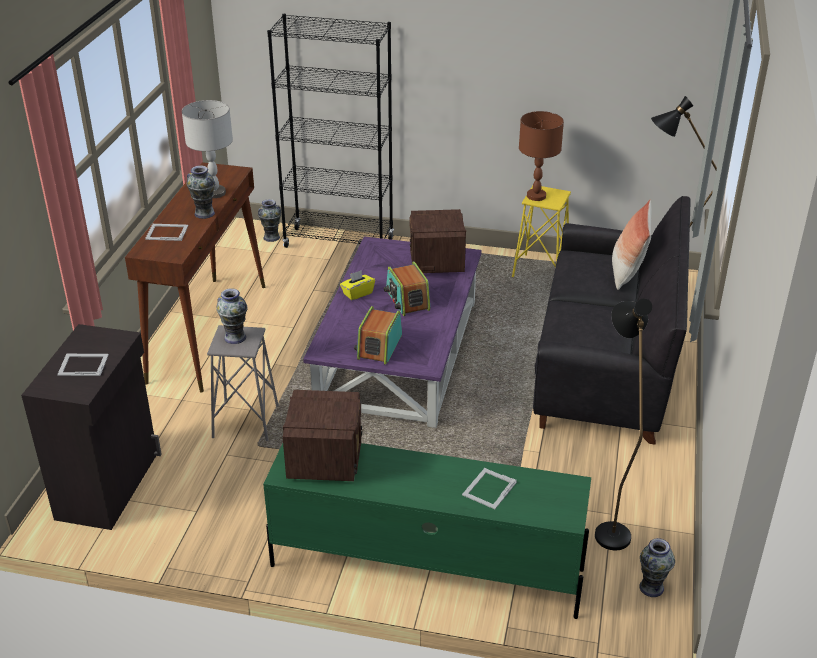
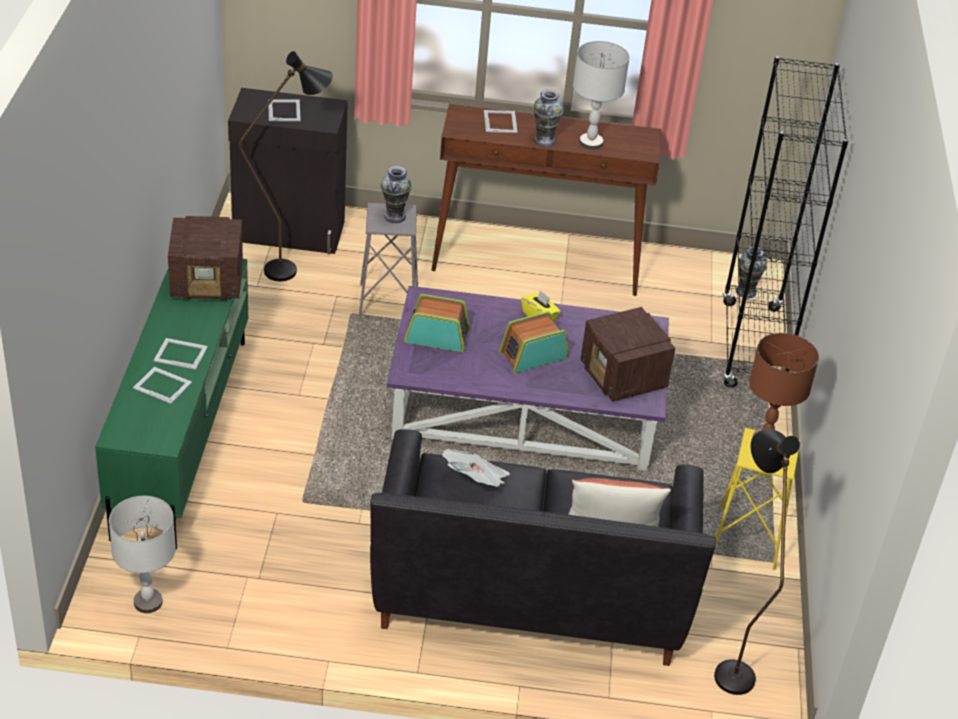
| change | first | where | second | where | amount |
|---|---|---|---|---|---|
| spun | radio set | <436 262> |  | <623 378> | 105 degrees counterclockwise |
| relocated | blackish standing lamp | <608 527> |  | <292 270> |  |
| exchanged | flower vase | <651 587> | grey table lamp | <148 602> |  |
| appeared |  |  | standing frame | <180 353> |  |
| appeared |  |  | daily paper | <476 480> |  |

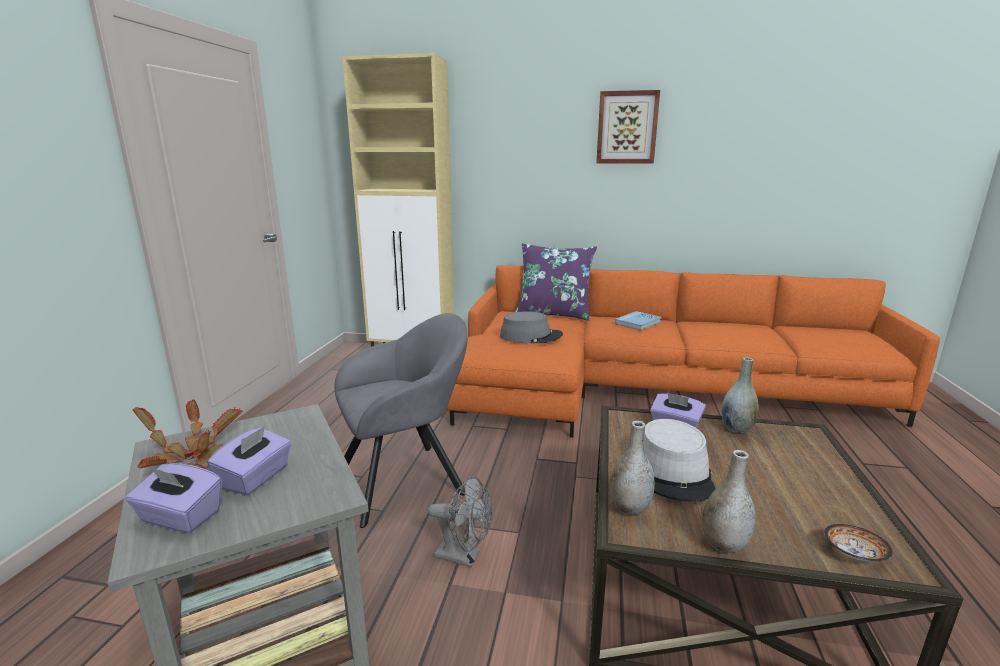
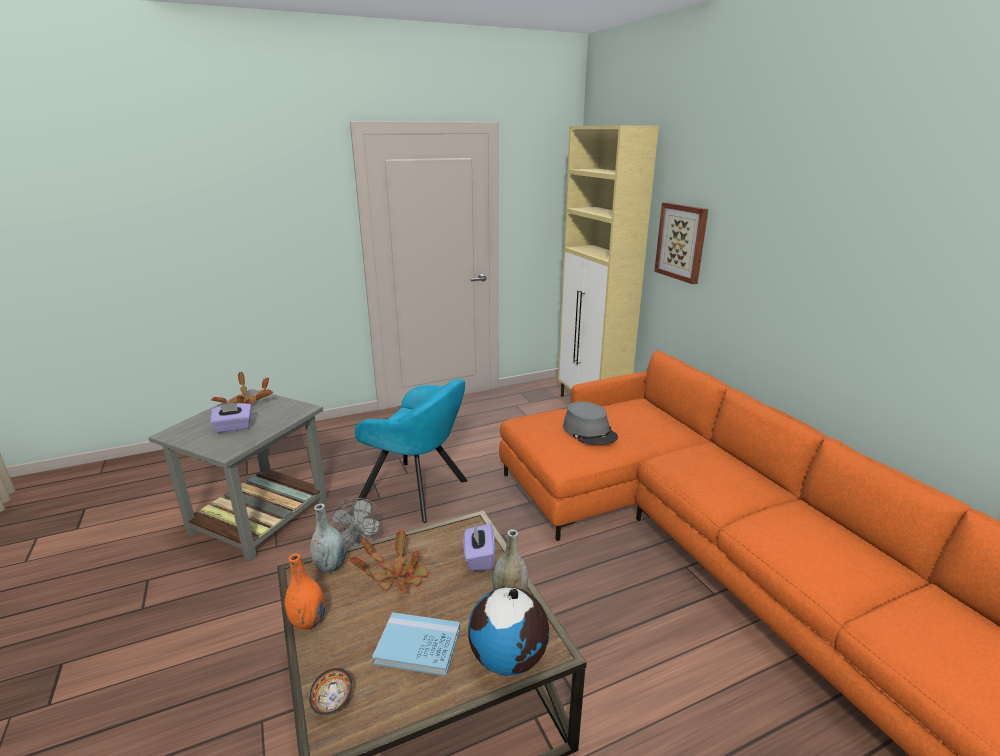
| change | first | where | second | where | amount |
|---|---|---|---|---|---|
| missing | purple box of tissues | <180 517> |  |  |  |
| colour | grey armchair | <407 480> | turquoise armchair | <419 491> |  |
| missing | purple pillow | <553 314> |  |  |  |
| relocated | wall picture | <627 128> |  | <681 242> |  |
| relocated | blue-coloured book | <638 322> |  | <418 646> |  |
| exchanged | grey clothing hat | <673 473> | potted plant | <396 576> |  |
| colour | grey flower vase | <724 544> | orange-coloured flower vase | <308 621> |  |
| appeared |  |  | globe | <509 659> |  |

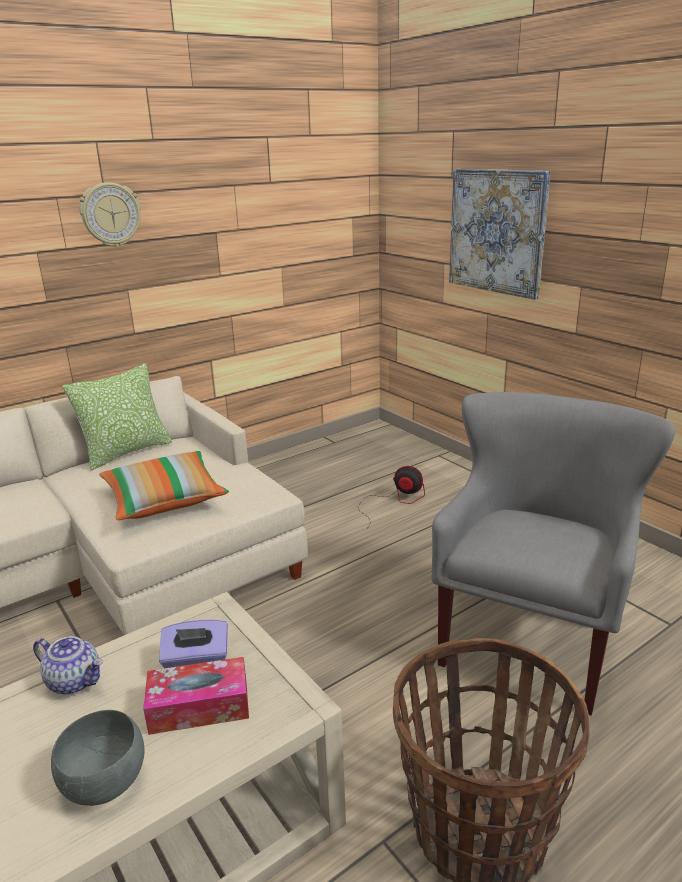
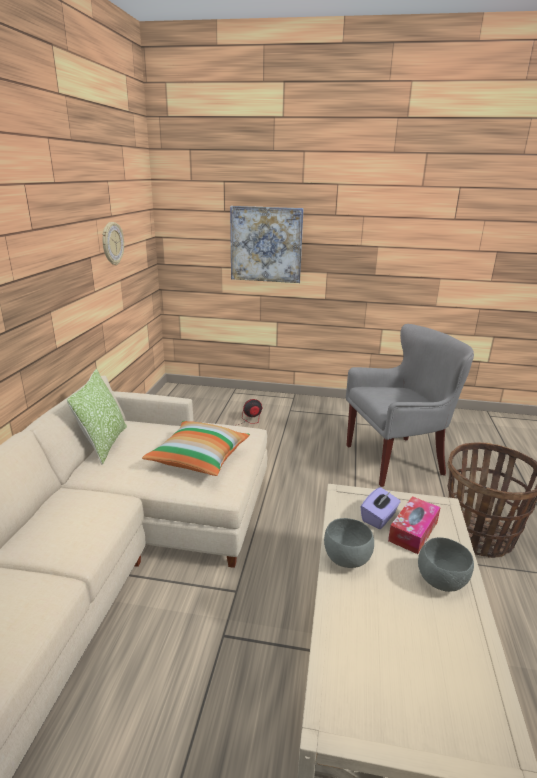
| change | first | where | second | where | amount |
|---|---|---|---|---|---|
| exchanged | teapot | <75 681> | grey serving bowl | <345 559> |  |
| relocated | wall clock | <110 215> |  | <112 243> |  |
| spun | grey armchair | <531 642> |  | <397 460> | 90 degrees clockwise |

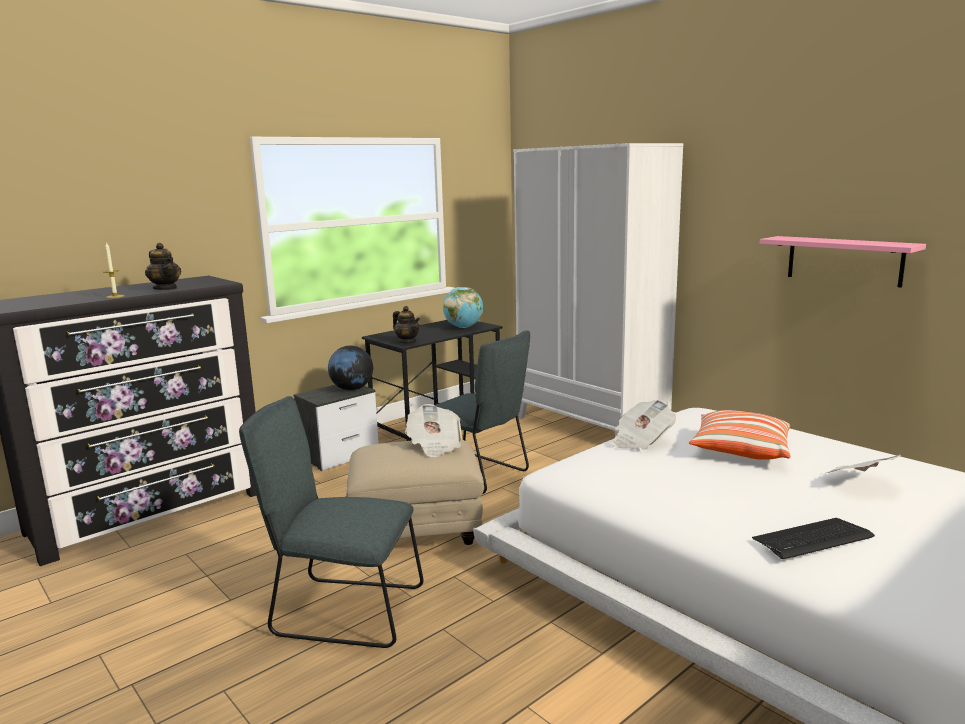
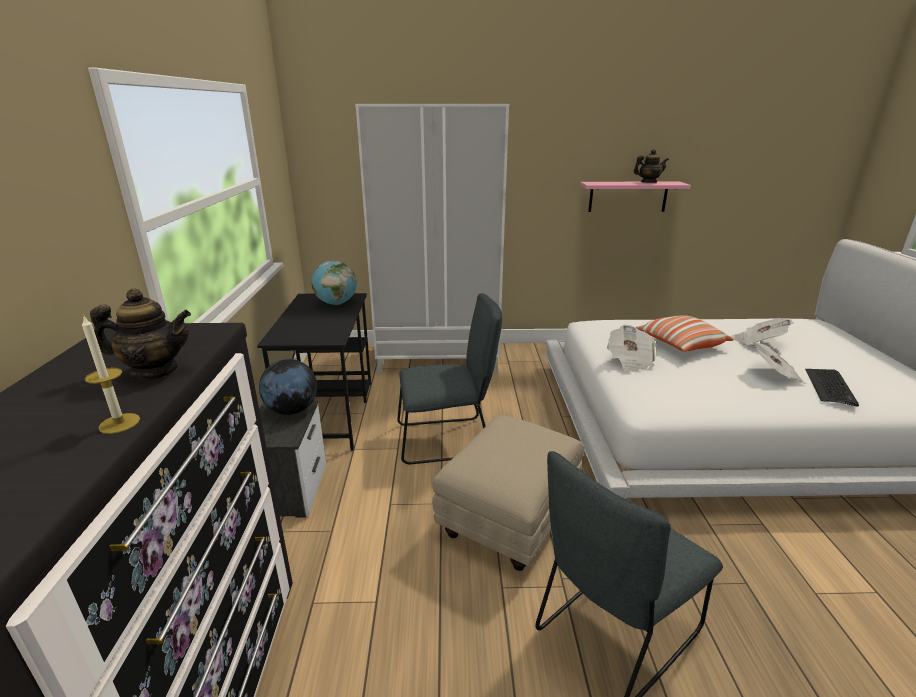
| change | first | where | second | where | amount |
|---|---|---|---|---|---|
| relocated | teapot | <407 342> |  | <648 182> |  |
| relocated | daily paper | <434 445> |  | <774 375> |  |

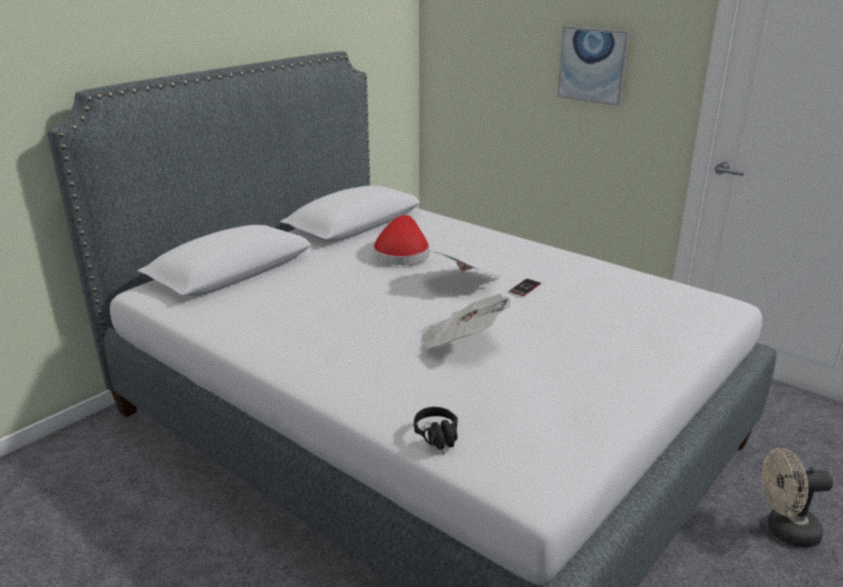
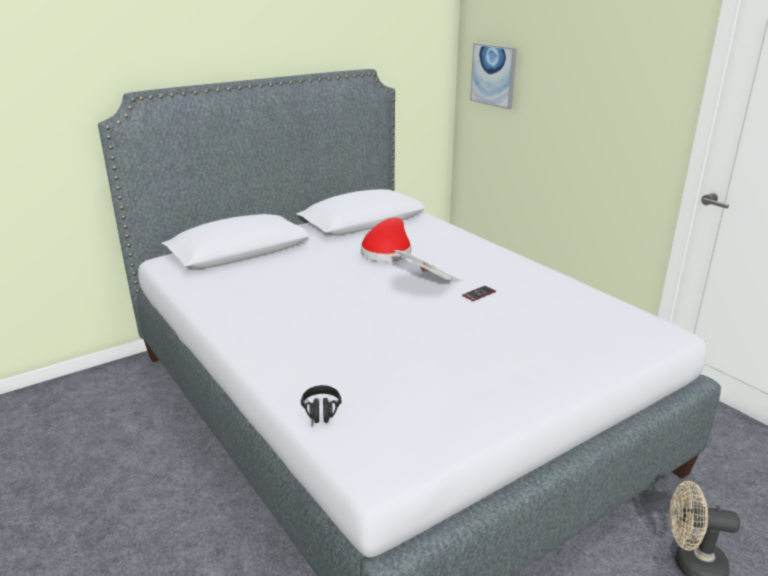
| change | first | where | second | where | amount |
|---|---|---|---|---|---|
| missing | daily paper | <461 342> |  |  |  |
| relocated | wall picture | <593 65> |  | <493 75> |  |

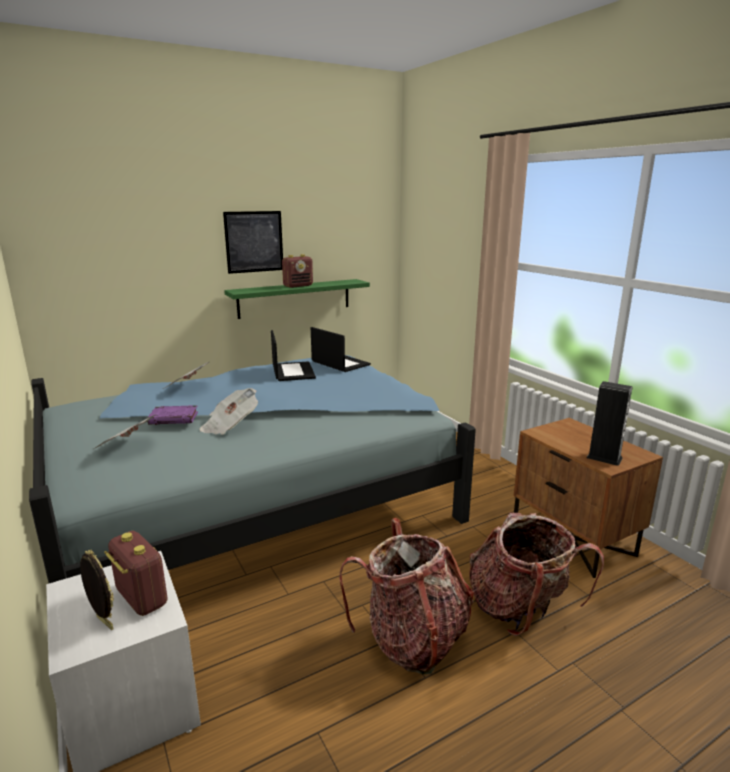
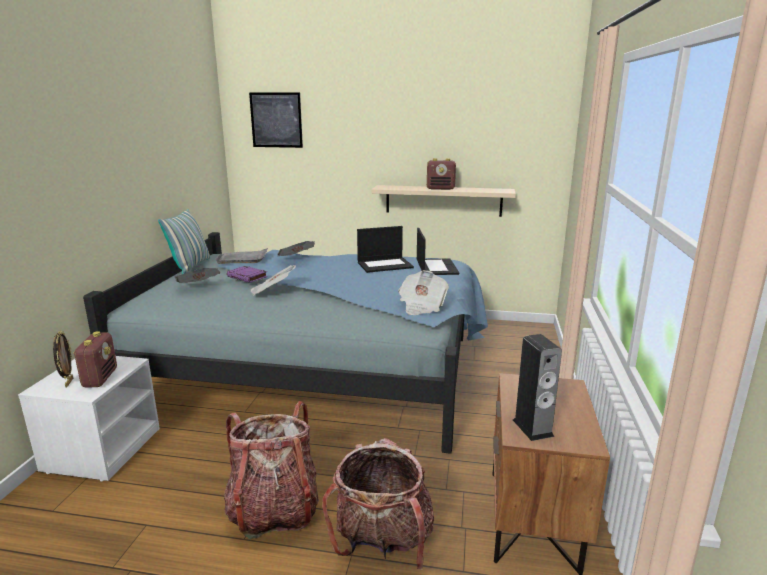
| change | first | where | second | where | amount |
|---|---|---|---|---|---|
| relocated | wall picture | <254 242> |  | <276 120> |  |
| colour | greenish bracket shelf | <295 298> | beige-coloured bracket shelf | <443 200> |  |
| spun | portable computer | <292 371> |  | <385 265> | 45 degrees clockwise |
| appeared |  |  | pillow | <190 266> |  |
| appeared |  |  | grey tray | <243 258> |  |
| appeared |  |  | daily paper | <421 306> |  |

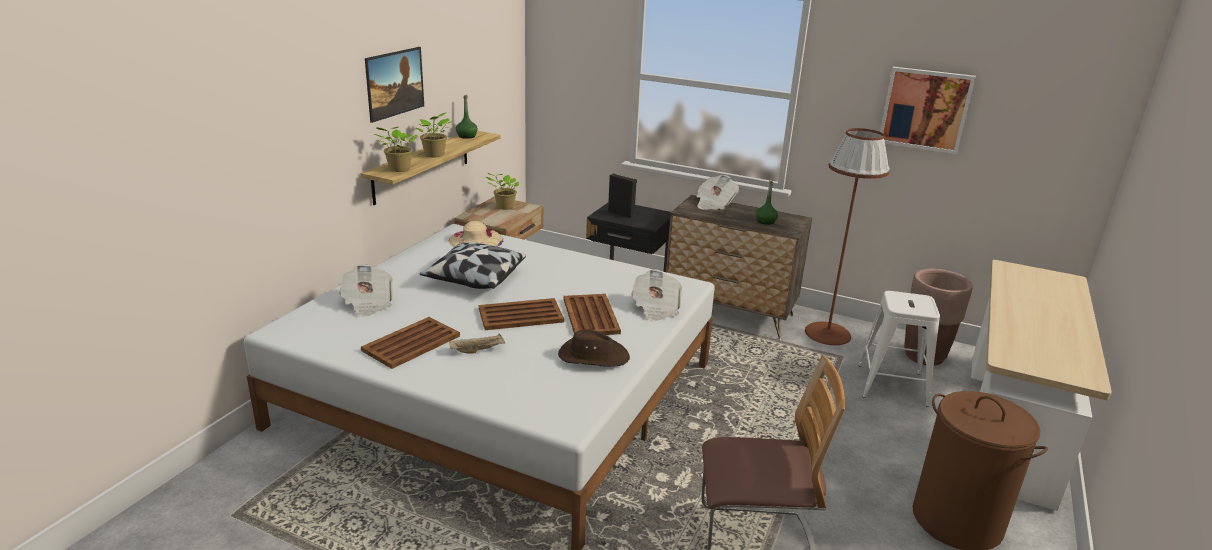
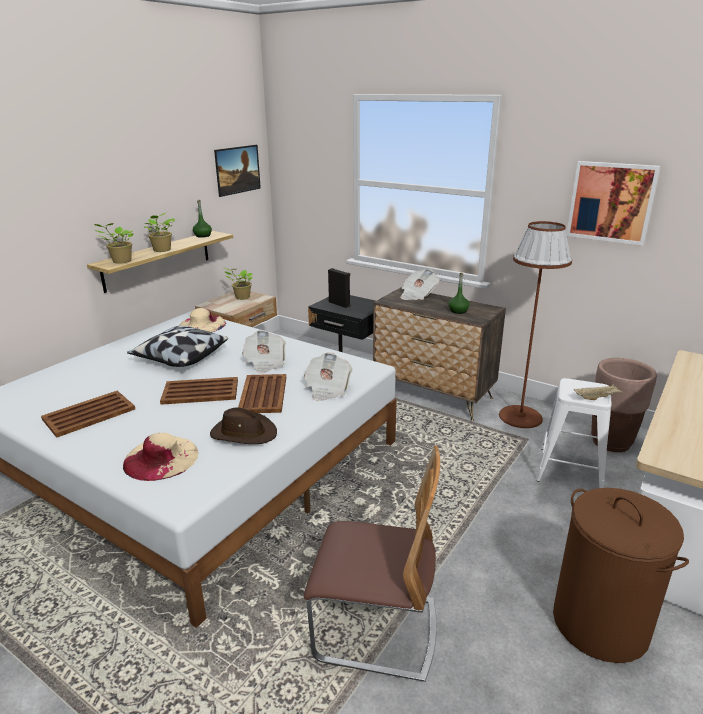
| change | first | where | second | where | amount |
|---|---|---|---|---|---|
| relocated | daily paper | <368 304> |  | <265 363> |  |
| relocated | wall picture | <396 98> |  | <239 181> |  |
| relocated | beige-coloured tray | <478 350> |  | <596 398> |  |
| appeared |  |  | beige-coloured clothing hat | <161 458> |  |

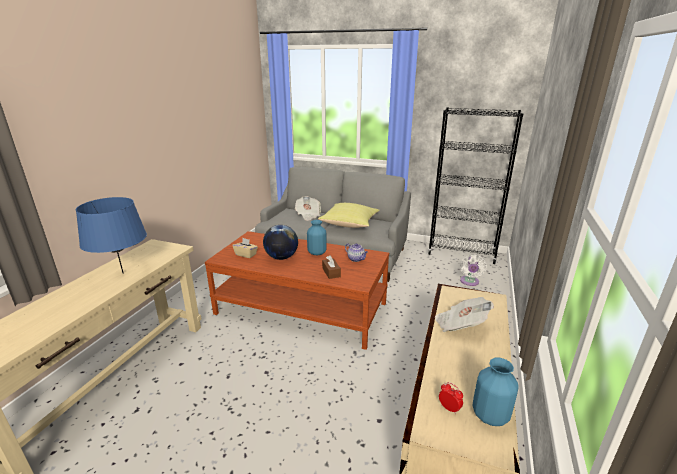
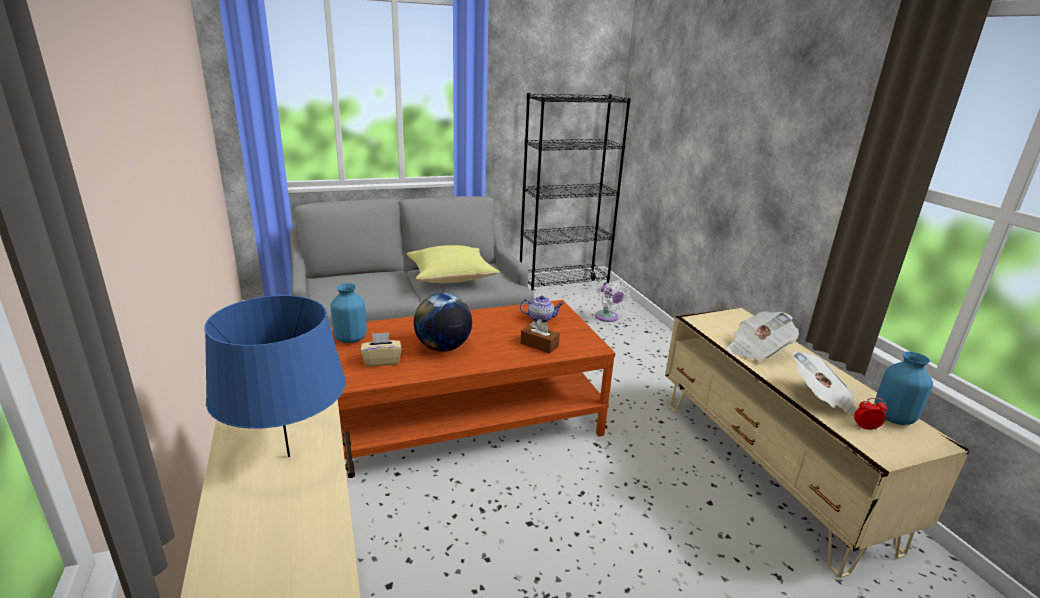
| change | first | where | second | where | amount |
|---|---|---|---|---|---|
| relocated | daily paper | <308 215> |  | <821 399> |  |
| relocated | blue-coloured flower vase | <317 253> |  | <351 338> |  |

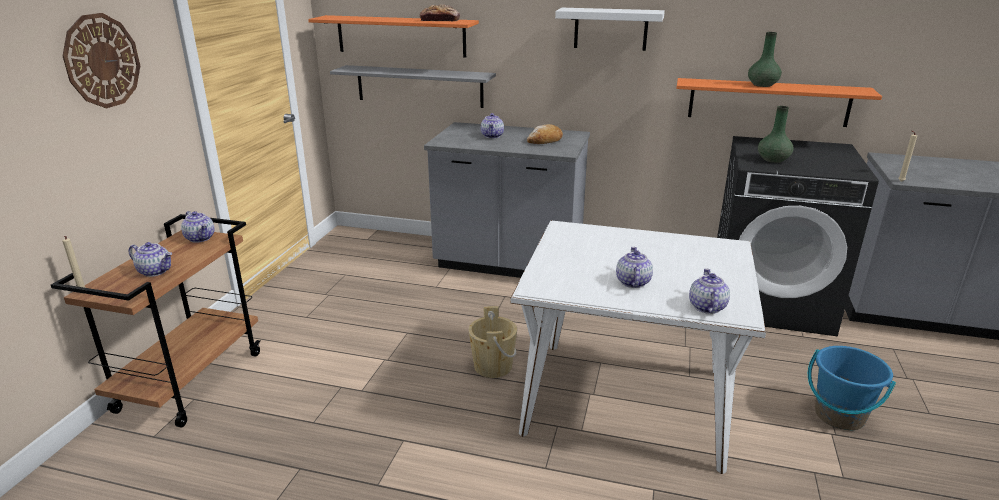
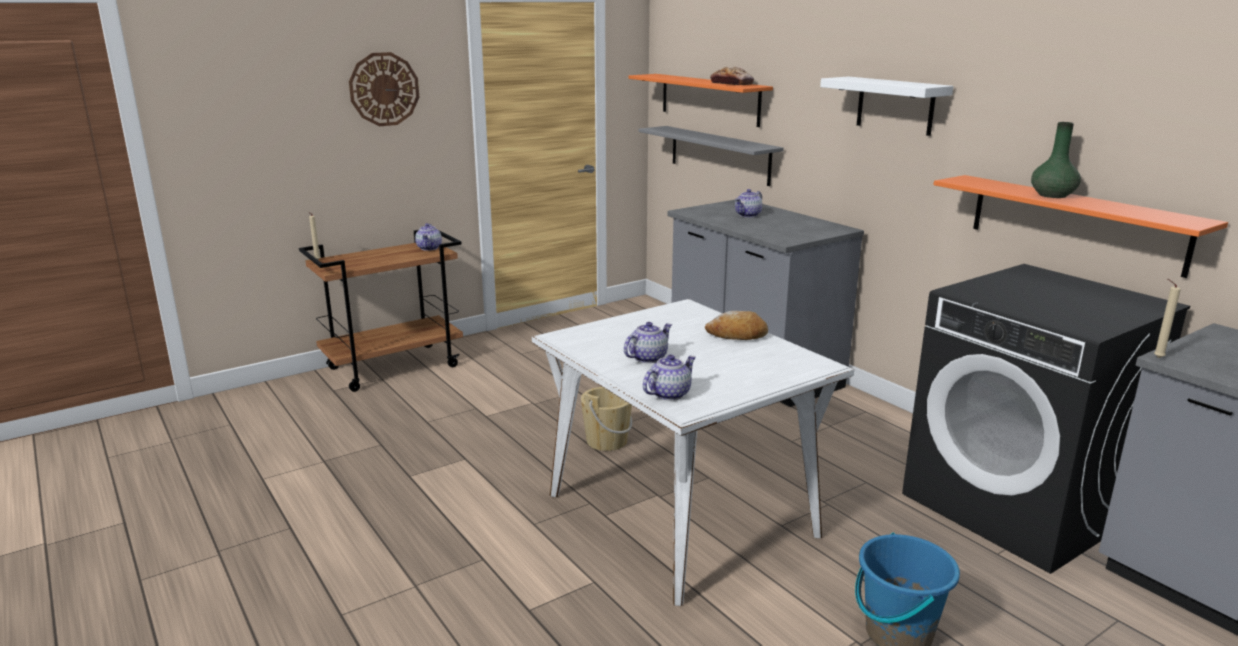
| change | first | where | second | where | amount |
|---|---|---|---|---|---|
| missing | teapot | <155 271> |  |  |  |
| relocated | baked bread | <545 141> |  | <737 335> |  |
| missing | greenish flower vase | <773 160> |  |  |  |

